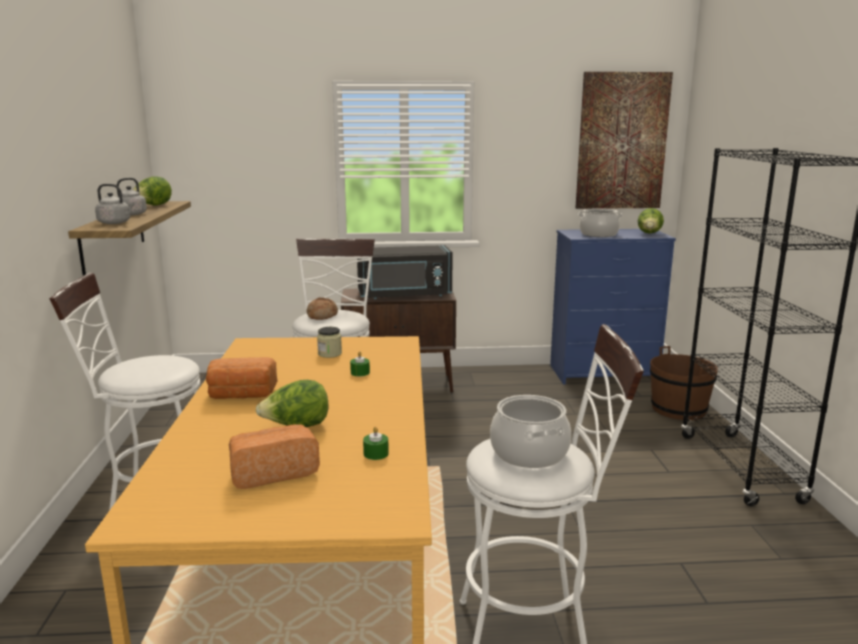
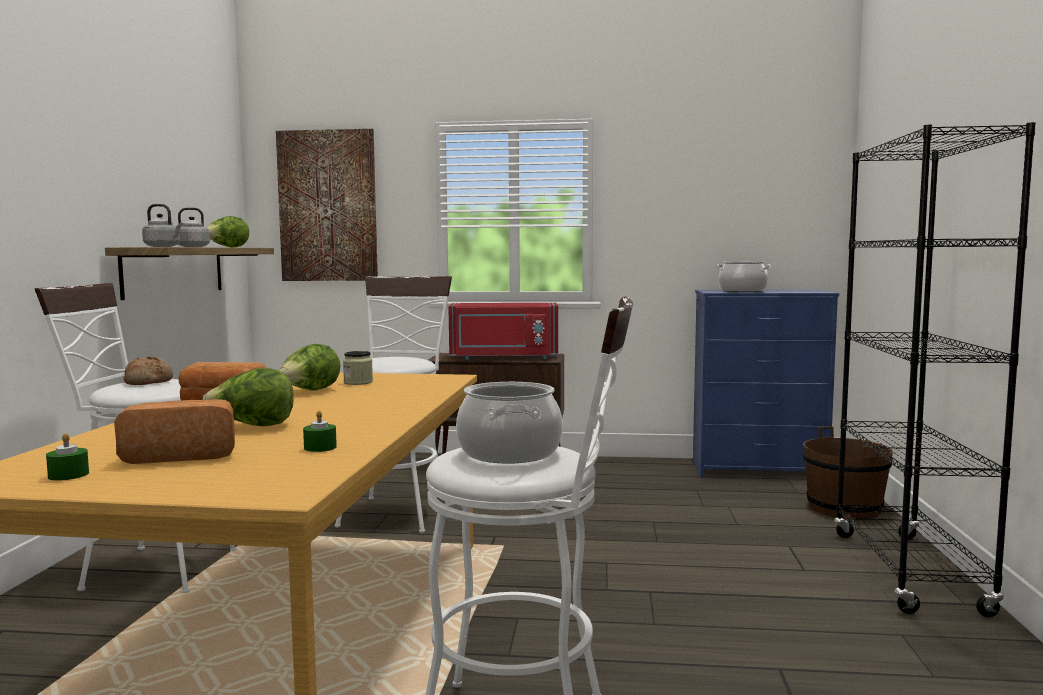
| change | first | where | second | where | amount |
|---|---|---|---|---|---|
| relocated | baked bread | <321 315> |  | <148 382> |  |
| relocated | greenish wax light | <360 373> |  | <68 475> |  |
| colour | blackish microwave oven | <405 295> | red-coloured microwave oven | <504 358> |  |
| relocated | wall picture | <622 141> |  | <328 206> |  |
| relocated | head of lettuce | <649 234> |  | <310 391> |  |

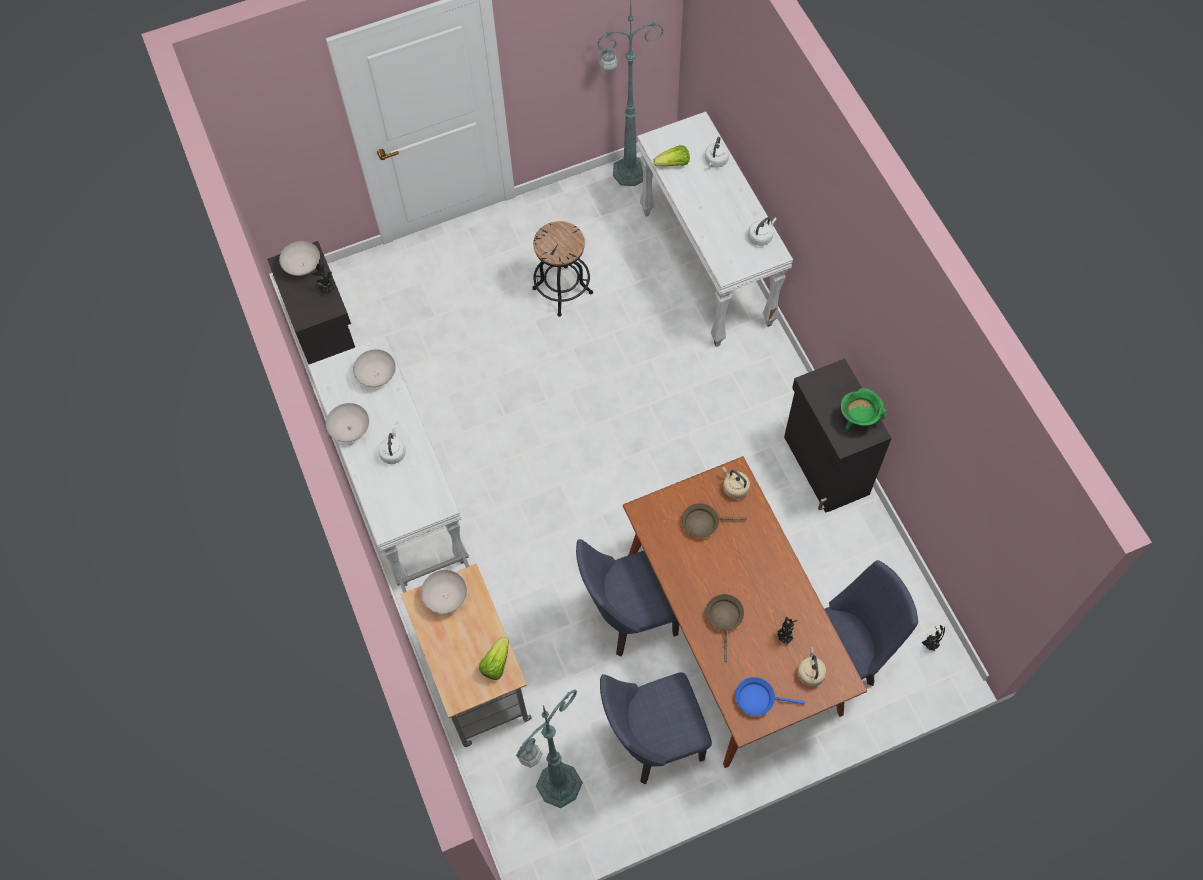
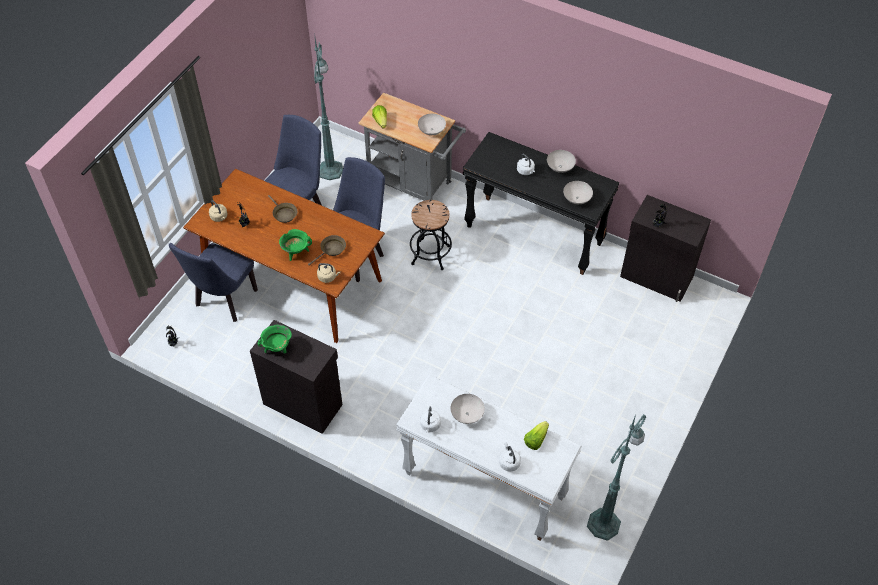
| change | first | where | second | where | amount |
|---|---|---|---|---|---|
| relocated | whitish serving bowl | <302 265> |  | <467 415> |  |
| colour | whitish console table | <400 494> | blackish console table | <534 234> |  |
| relocated | blackish sitting stool | <562 290> |  | <430 255> |  |
| missing | blue-coloured skillet | <758 698> |  |  |  |
| appeared |  |  | greenish stockpot | <296 252> |  |

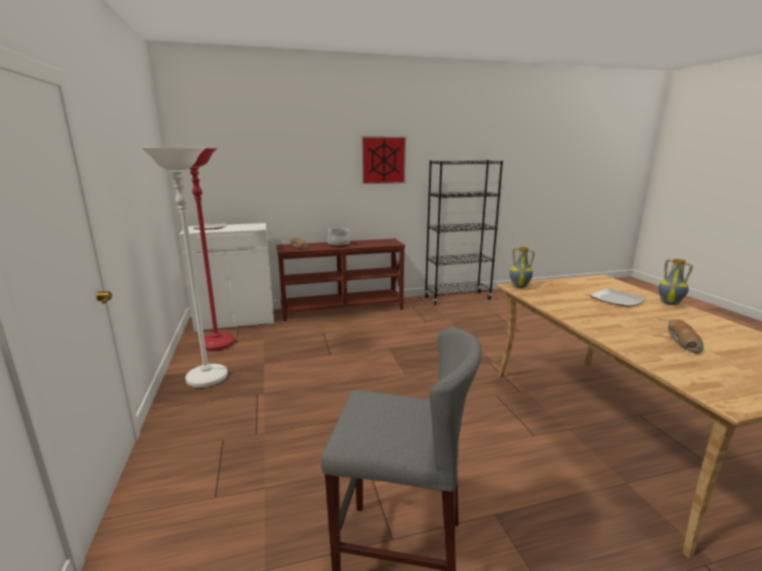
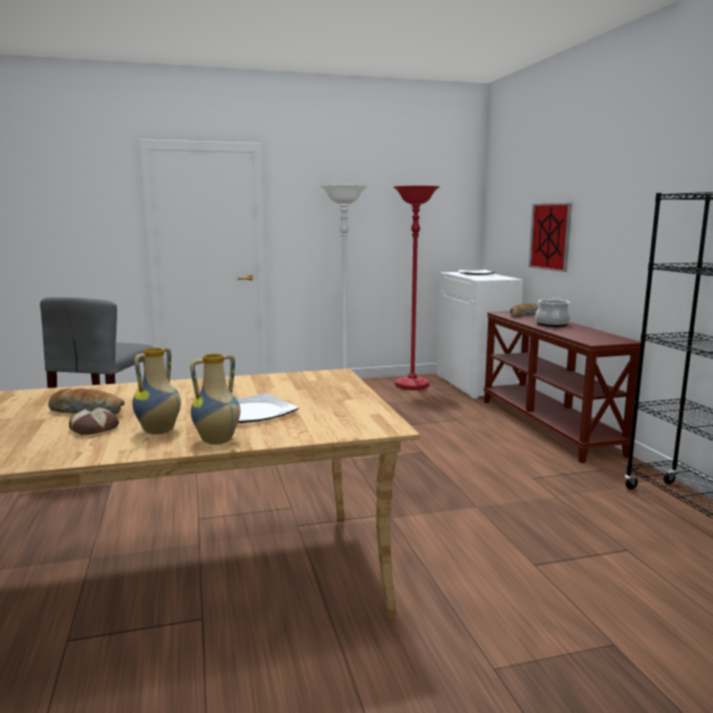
| change | first | where | second | where | amount |
|---|---|---|---|---|---|
| relocated | wall picture | <383 160> |  | <550 236> |  |
| relocated | flower vase | <520 286> |  | <159 431> |  |
| appeared |  |  | baked bread | <94 429> |  |

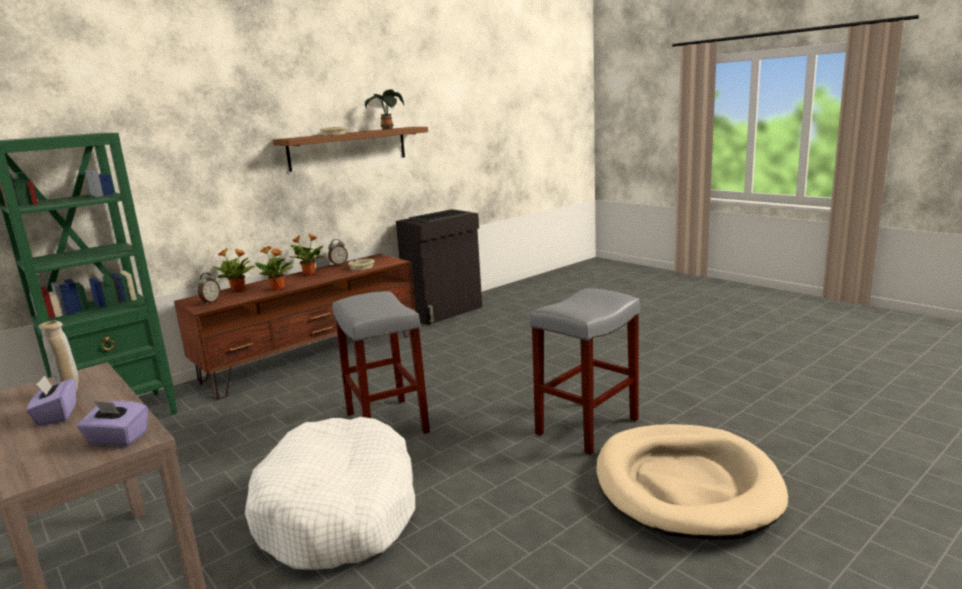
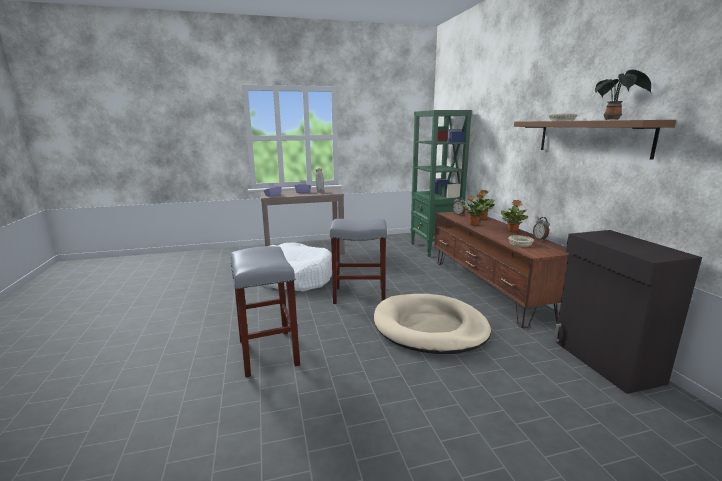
| change | first | where | second | where | amount |
|---|---|---|---|---|---|
| missing | tray | <440 216> |  |  |  |
| relocated | beige-coloured pet bed | <685 485> |  | <430 327> |  |

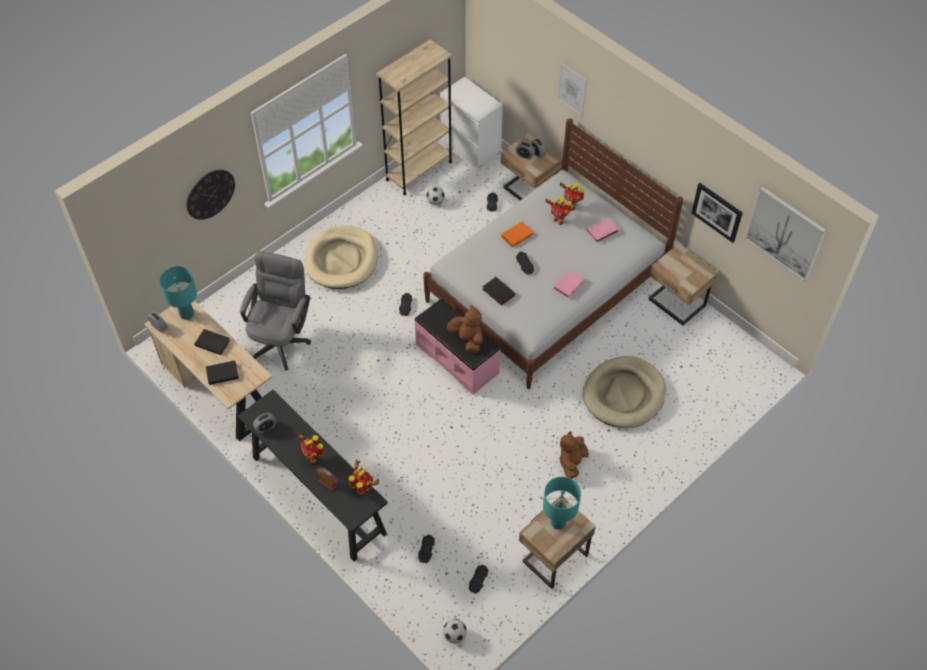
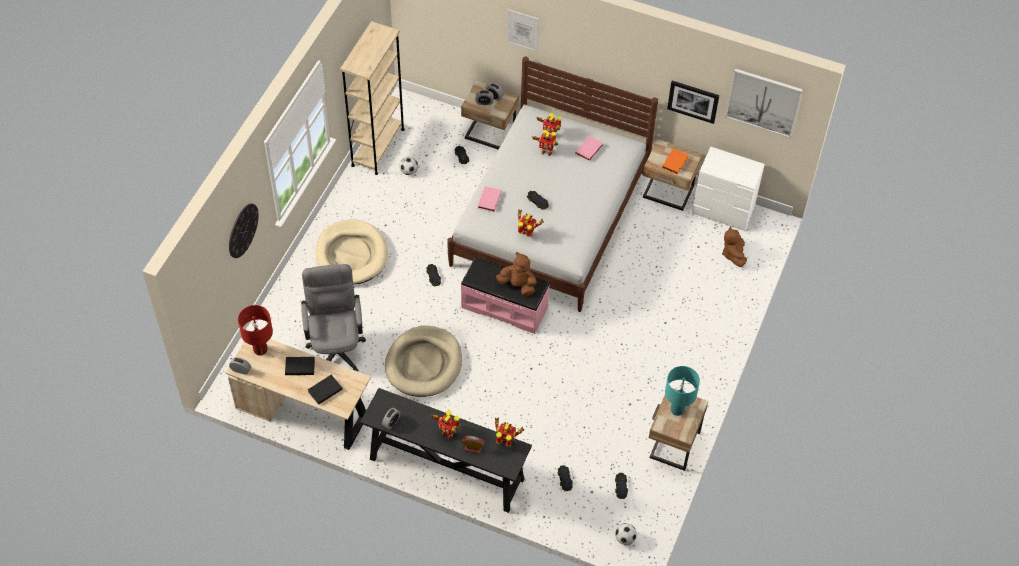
| change | first | where | second | where | amount |
|---|---|---|---|---|---|
| colour | turquoise table lamp | <186 314> | red-coloured table lamp | <260 350> |  |
| relocated | whitish drawer chest | <471 146> |  | <723 210> |  |
| exchanged | blackish book | <498 292> | model robot | <527 234> |  |
| relocated | orange-coloured book | <516 235> |  | <674 162> |  |
| relocated | pink book | <568 284> |  | <488 200> |  |
| relocated | brown soft toy | <572 462> |  | <733 254> |  |
| relocated | beige-coloured pet bed | <624 394> |  | <424 364> |  |

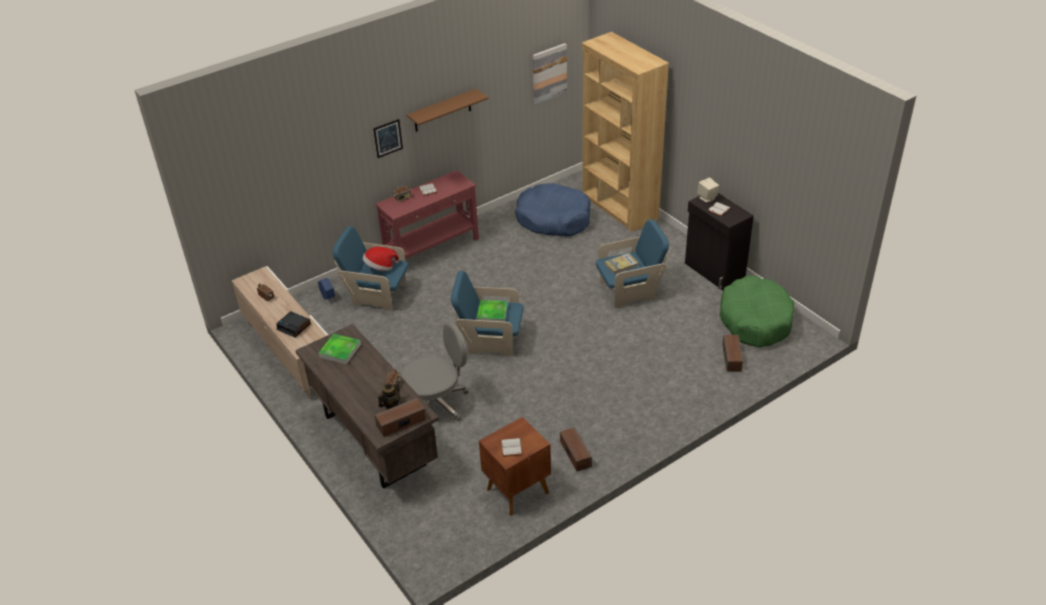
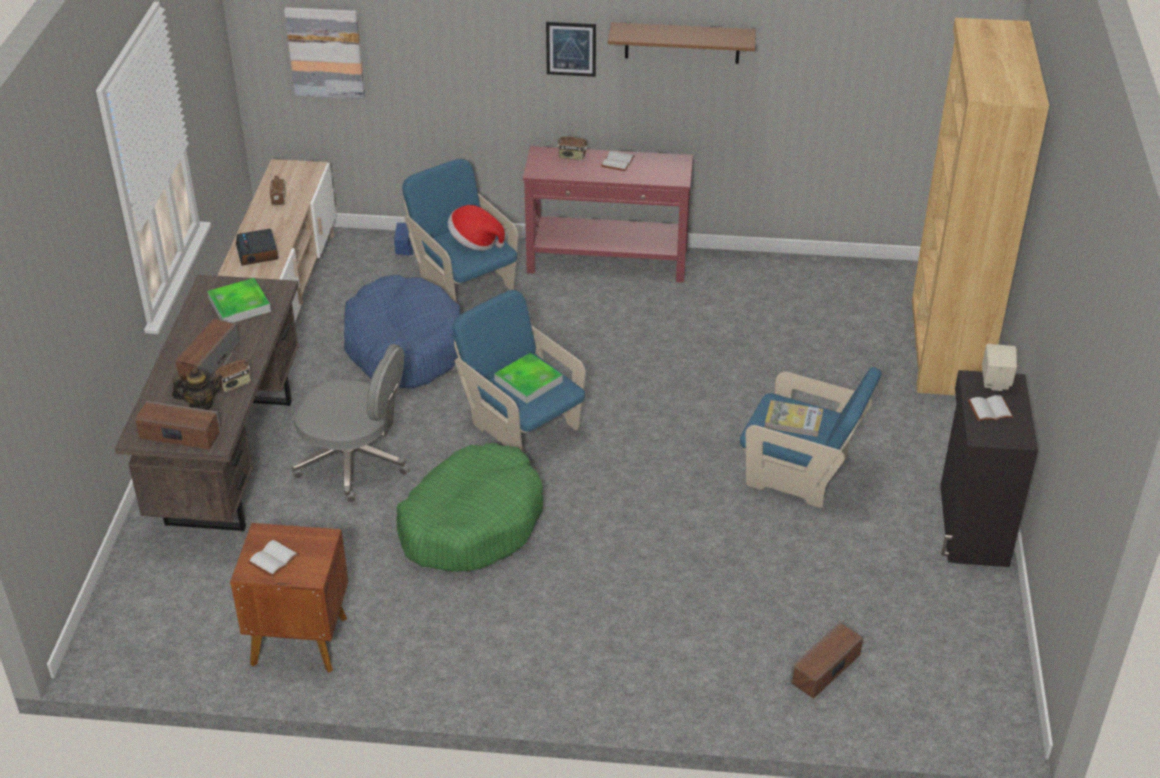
| change | first | where | second | where | amount |
|---|---|---|---|---|---|
| relocated | blue-coloured pet bed | <553 219> |  | <404 347> |  |
| relocated | wall picture | <549 73> |  | <325 52> |  |
| relocated | loudspeaker | <575 454> |  | <209 361> |  |
| relocated | greenish pet bed | <755 320> |  | <471 523> |  |

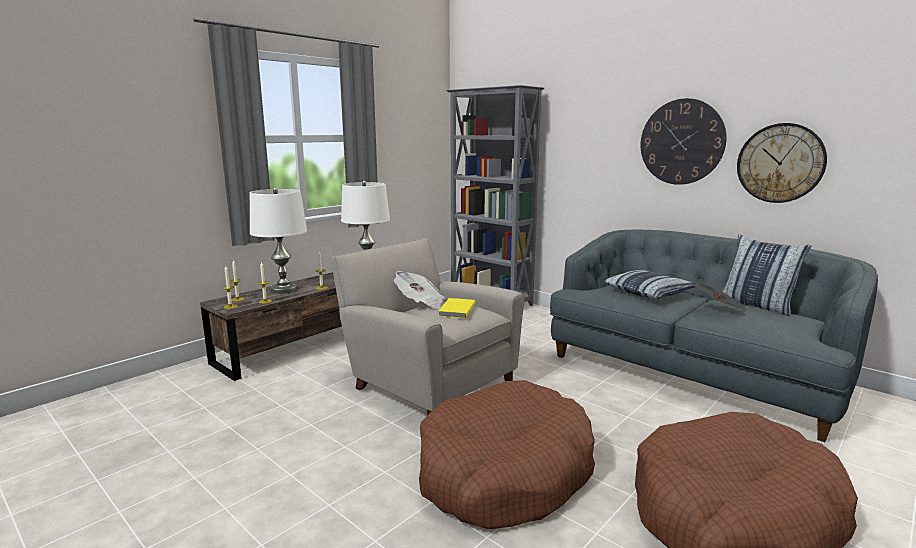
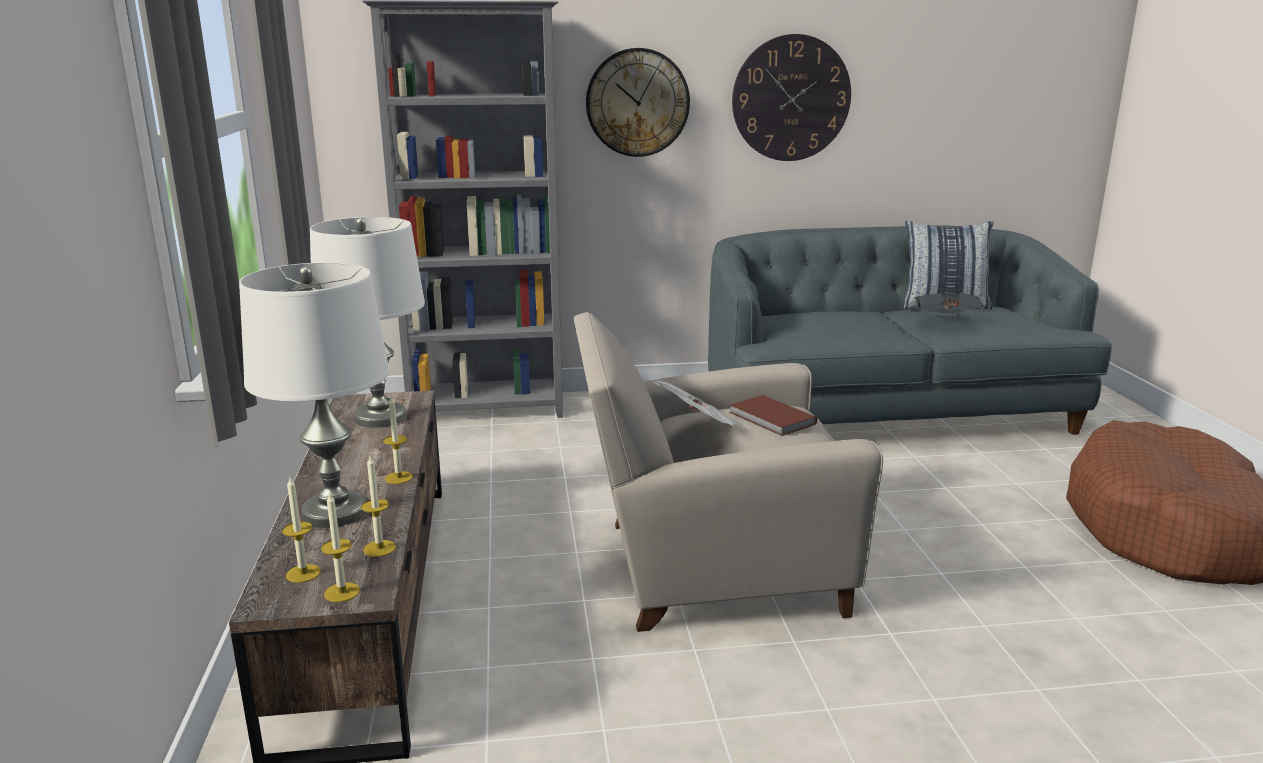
| change | first | where | second | where | amount |
|---|---|---|---|---|---|
| missing | brown pet bed | <504 472> |  |  |  |
| colour | yellow book | <456 310> | brown book | <771 419> |  |
| missing | pillow | <649 293> |  |  |  |
| relocated | wall clock | <780 163> |  | <637 103> |  |

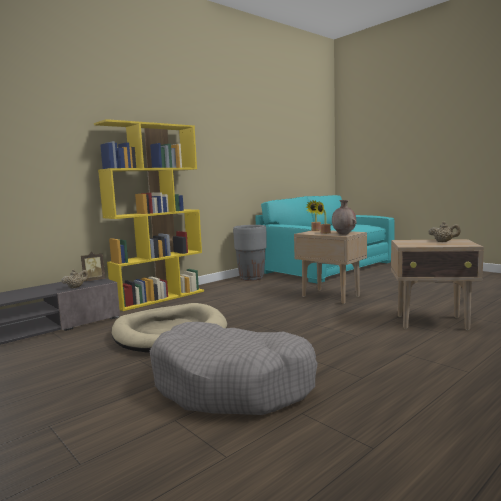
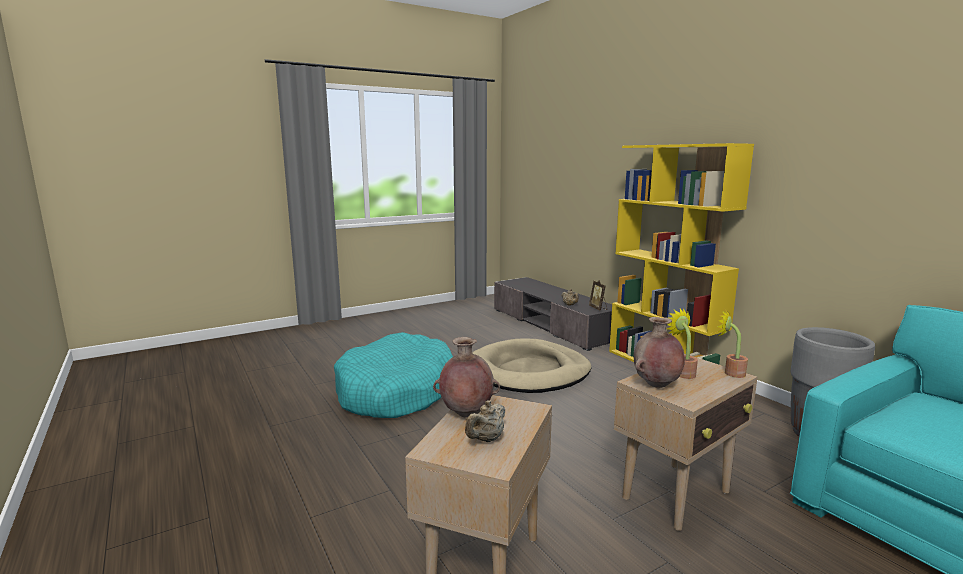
| change | first | where | second | where | amount |
|---|---|---|---|---|---|
| colour | grey pet bed | <234 385> | turquoise pet bed | <396 391> |  |
| appeared |  |  | brown flower vase | <466 413> |  |

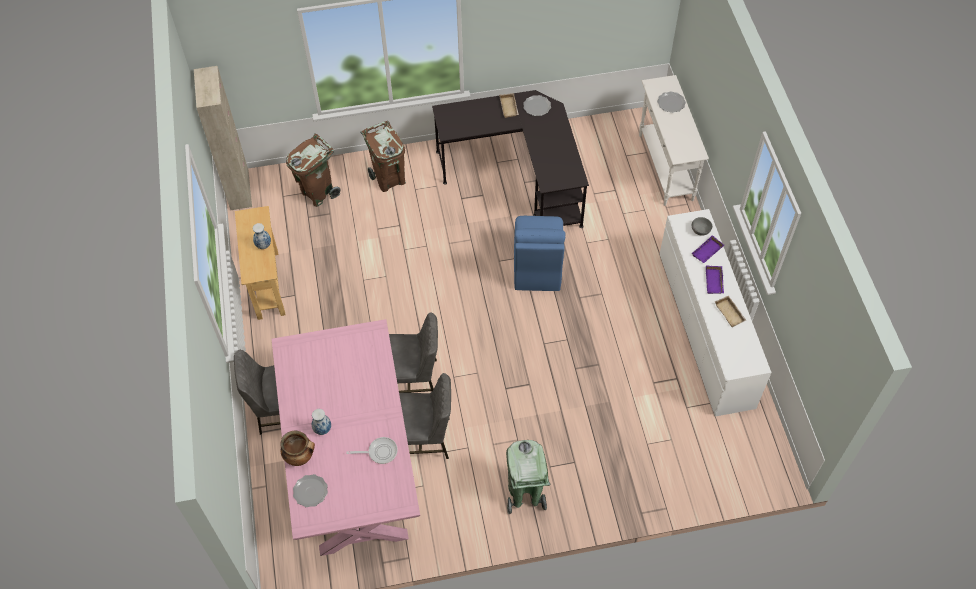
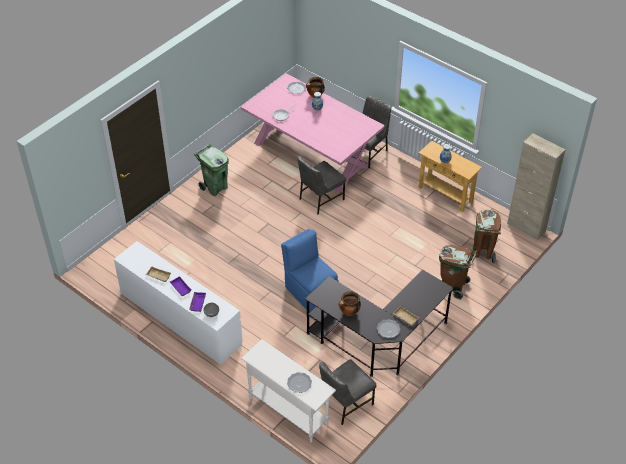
| change | first | where | second | where | amount |
|---|---|---|---|---|---|
| relocated | grey chair | <423 438> |  | <345 403> |  |
| appeared |  |  | stockpot | <349 312> |  |

